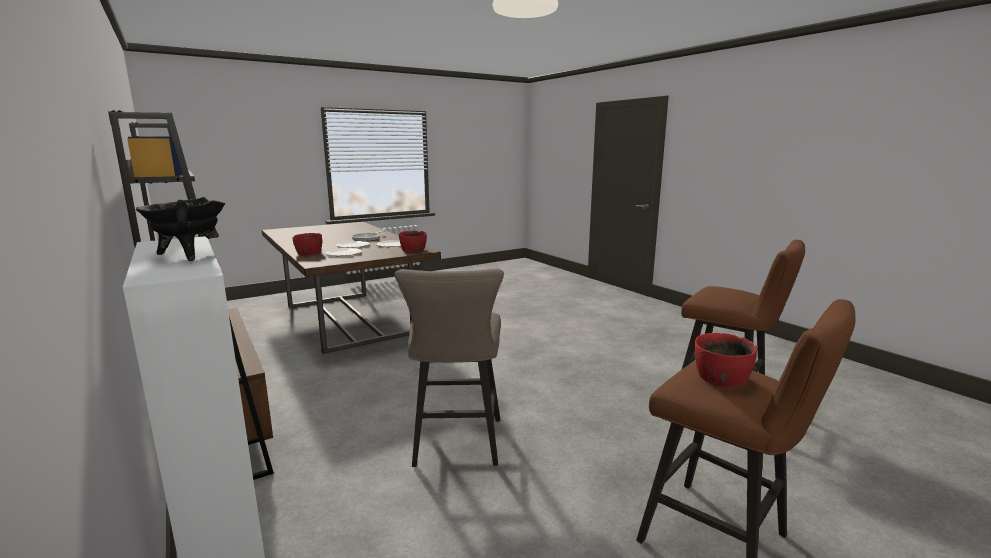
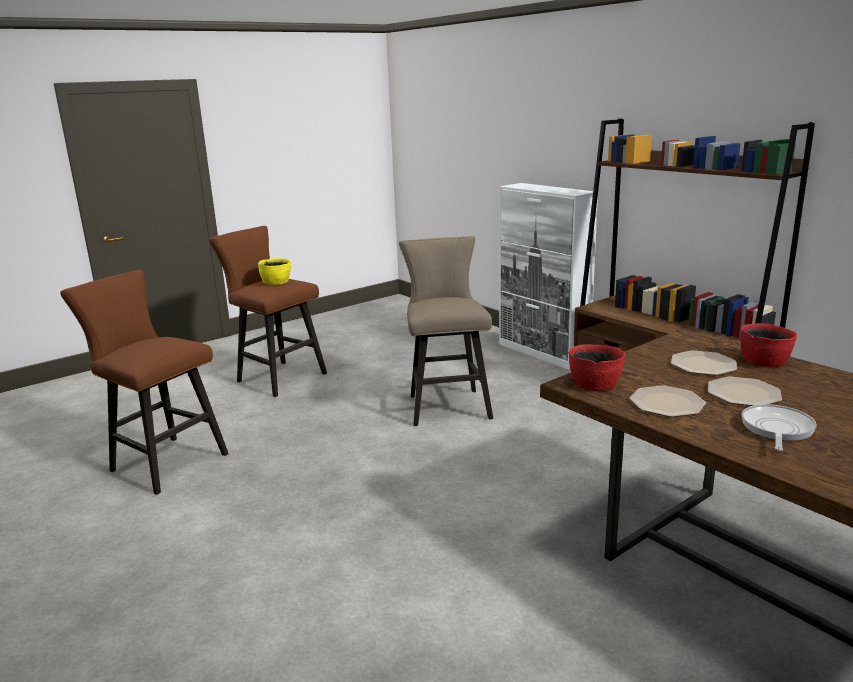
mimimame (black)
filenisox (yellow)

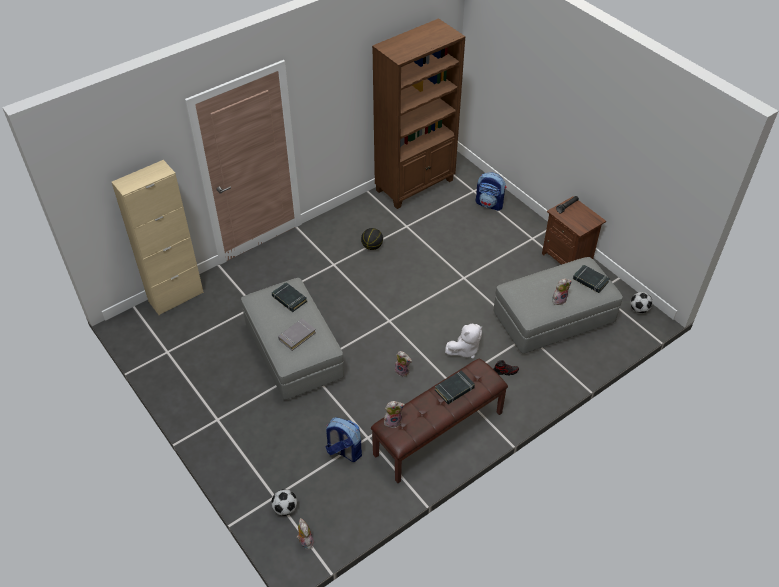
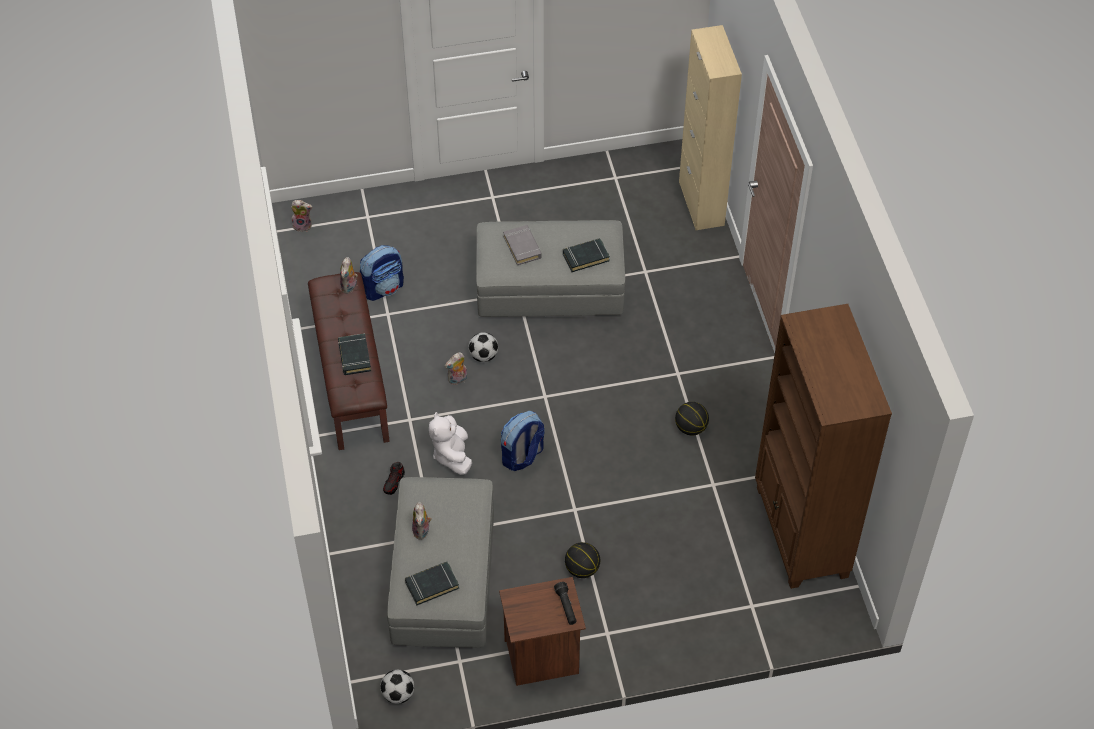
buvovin (2nd from left)
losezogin (2nd from left)
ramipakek (1st from left)

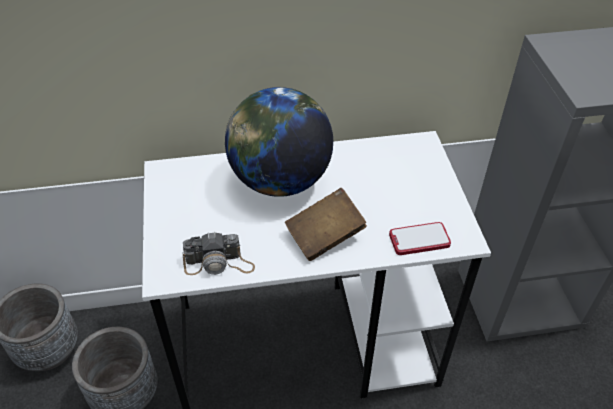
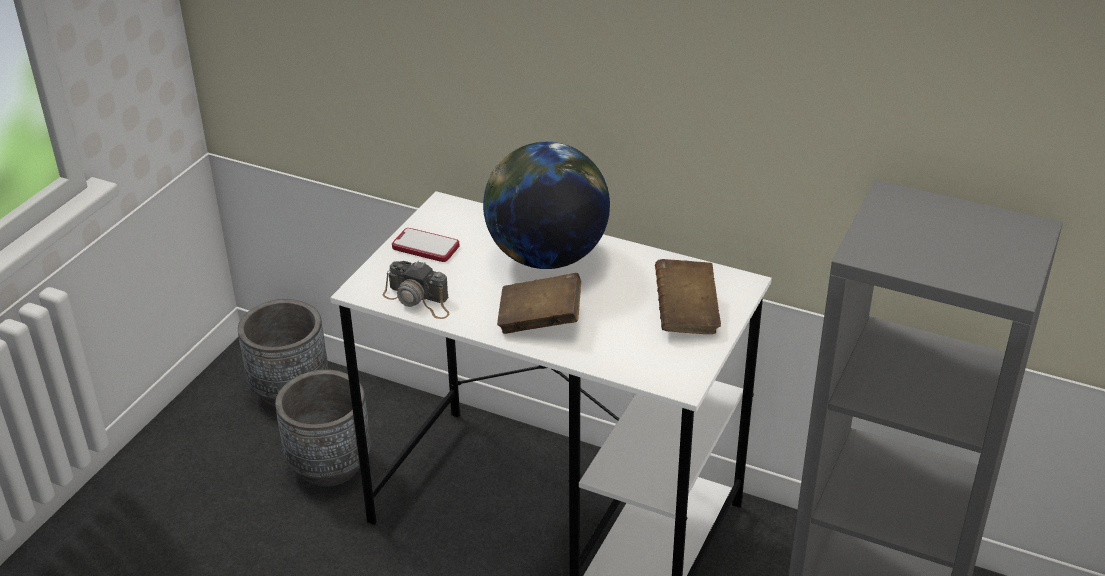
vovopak
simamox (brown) (2nd from left)

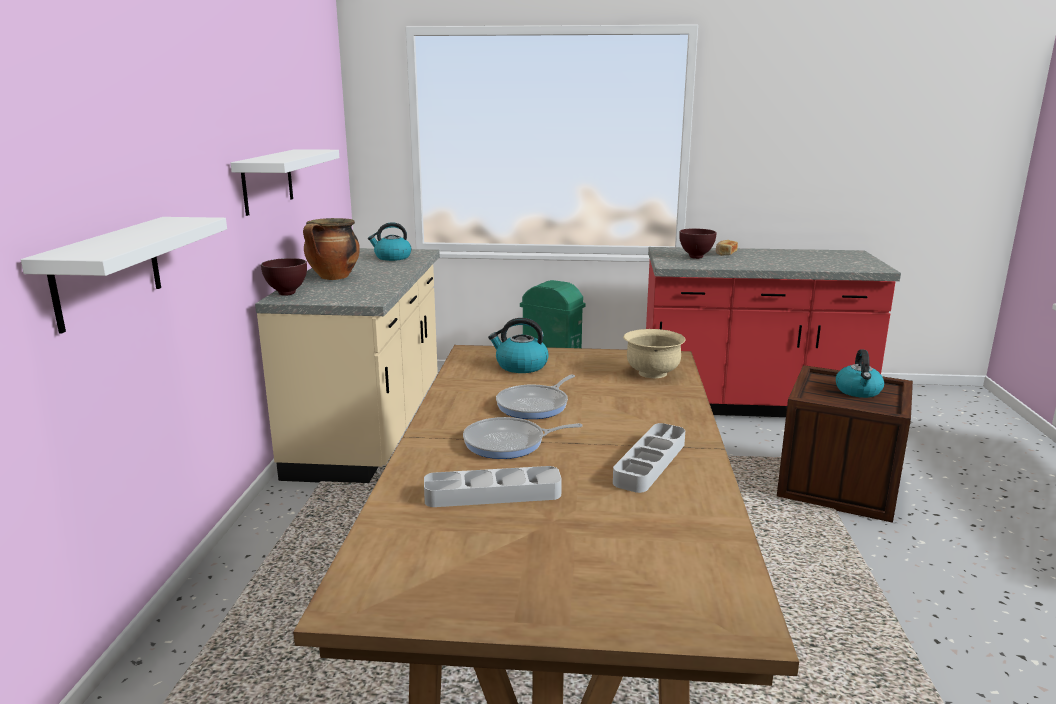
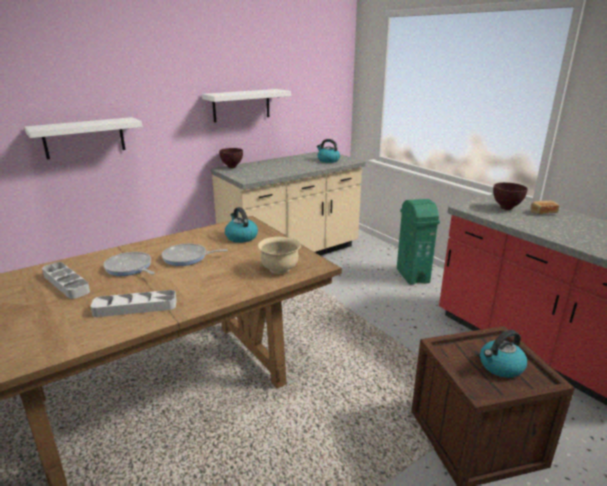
mimimame

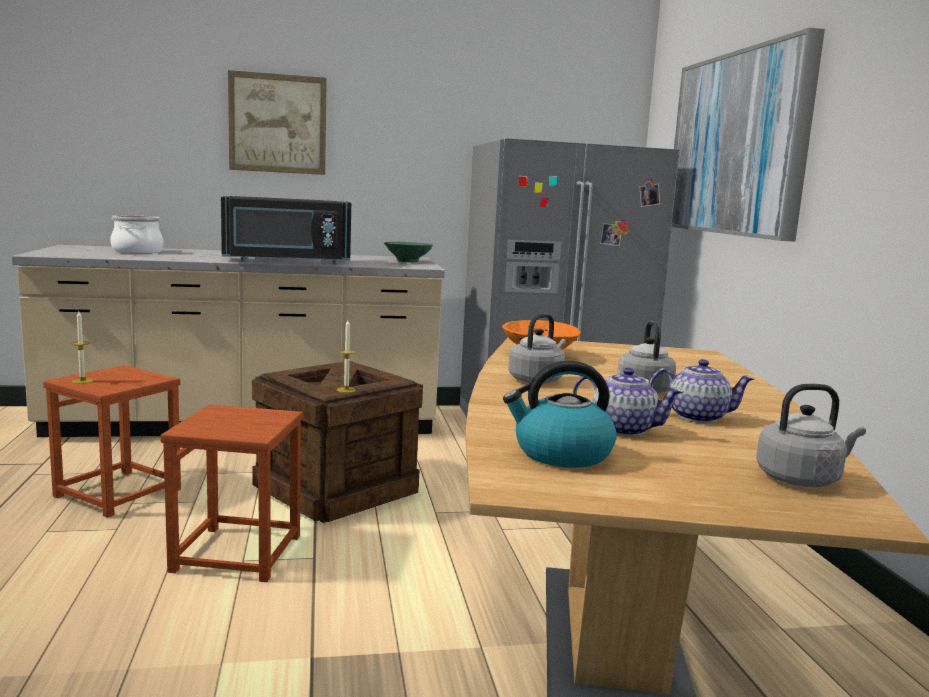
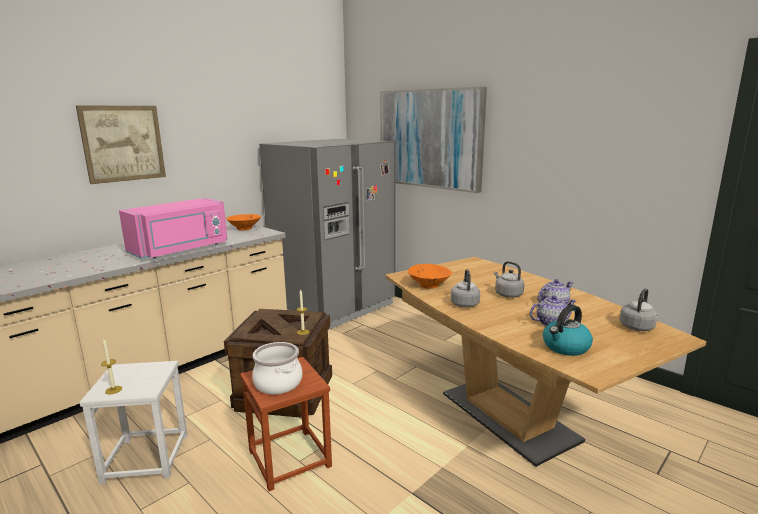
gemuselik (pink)
mimimame
filenisox (orange) (1st from left)
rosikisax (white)

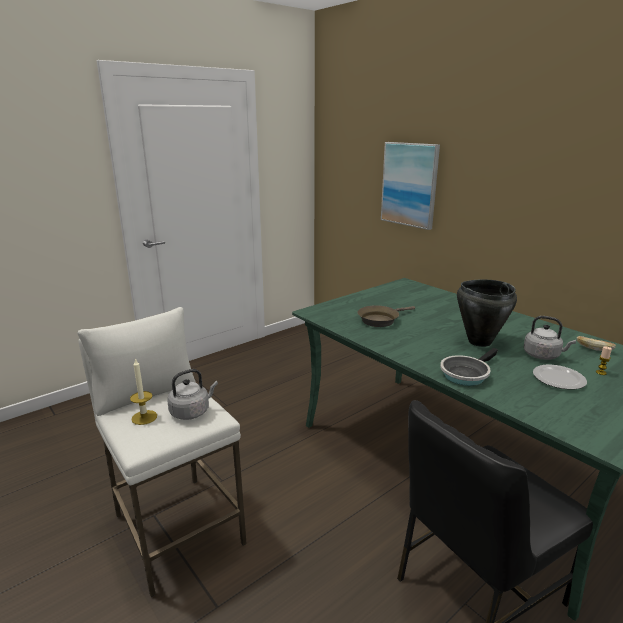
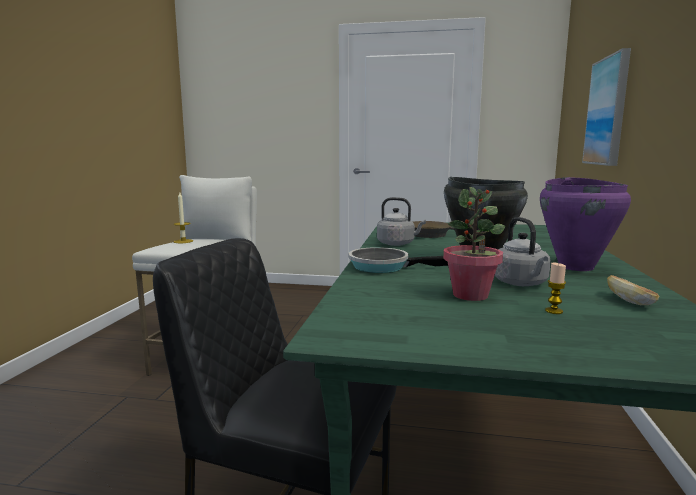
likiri
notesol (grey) (1st from left)
mimimame (purple)

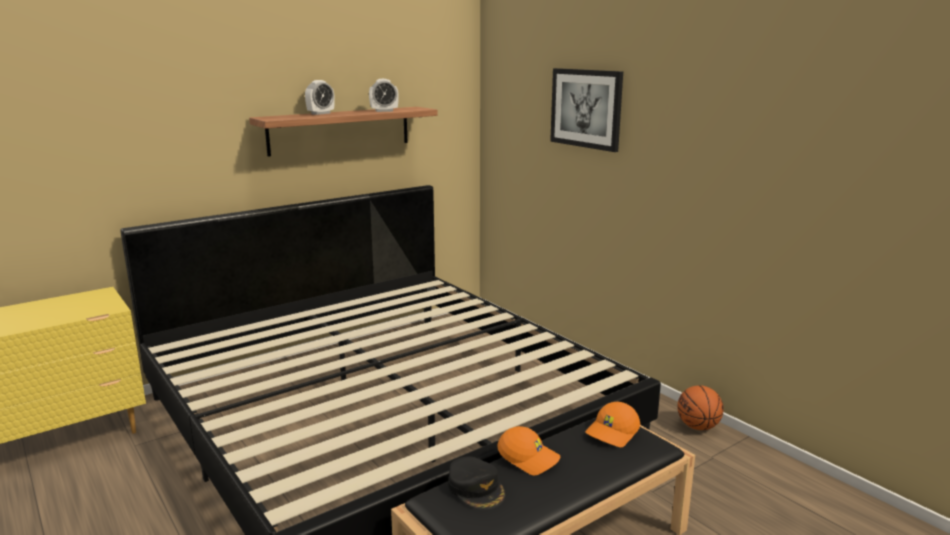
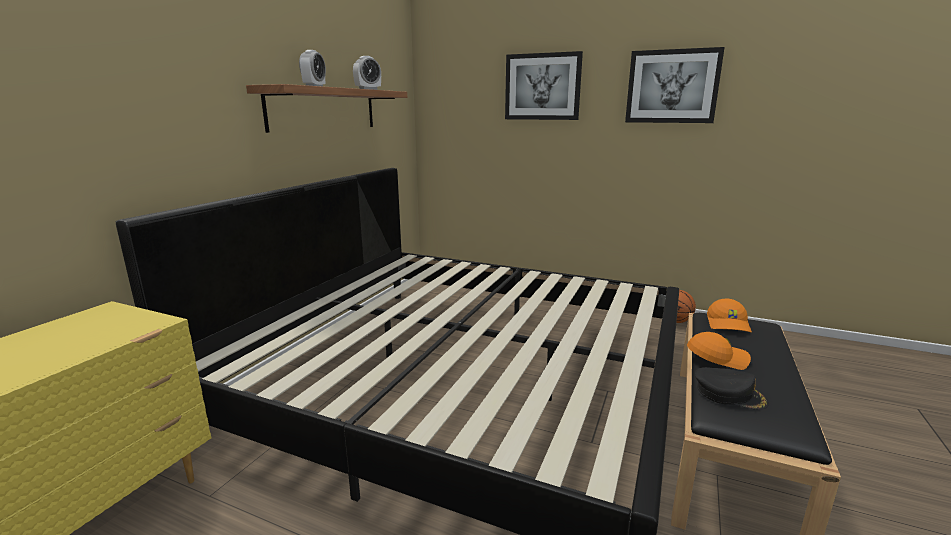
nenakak (2nd from left)

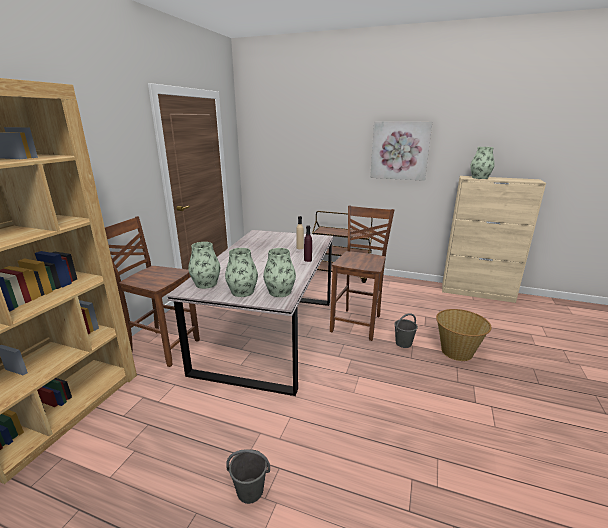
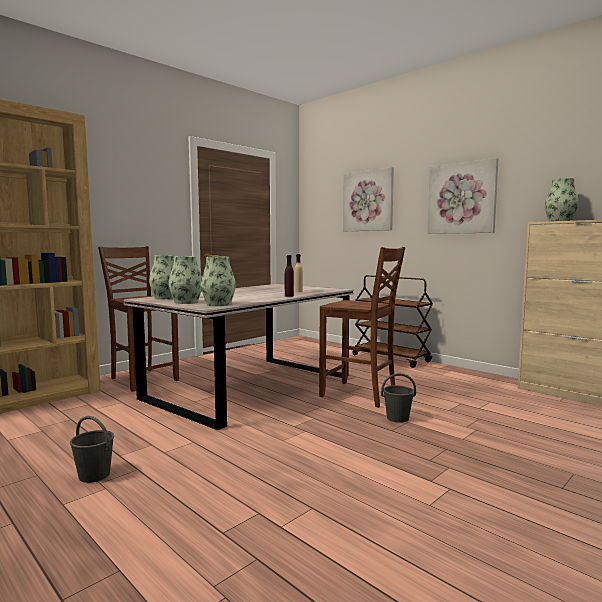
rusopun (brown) (2nd from left)
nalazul
nenakak (1st from left)

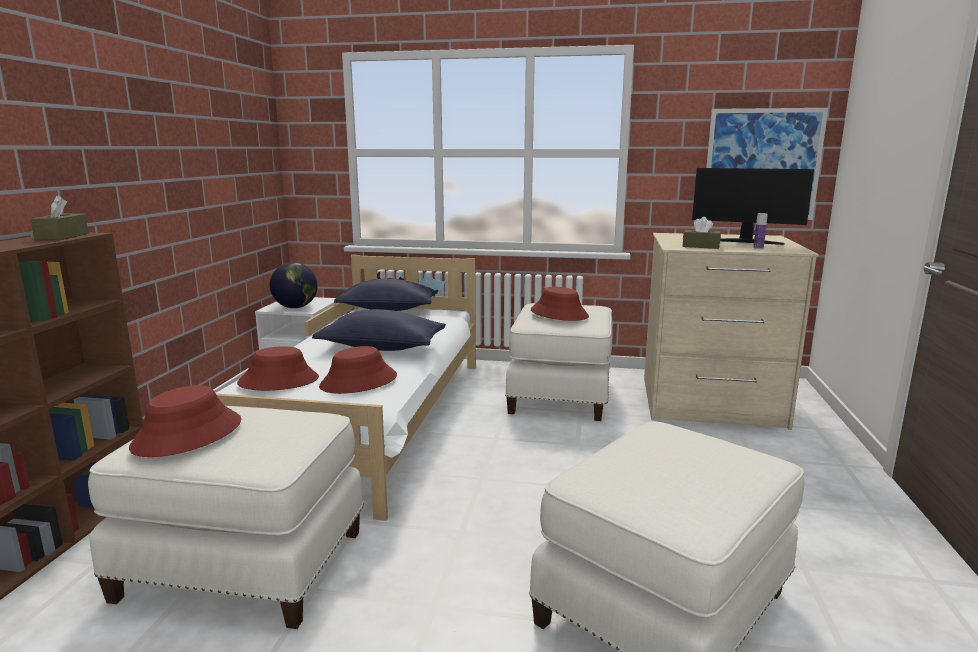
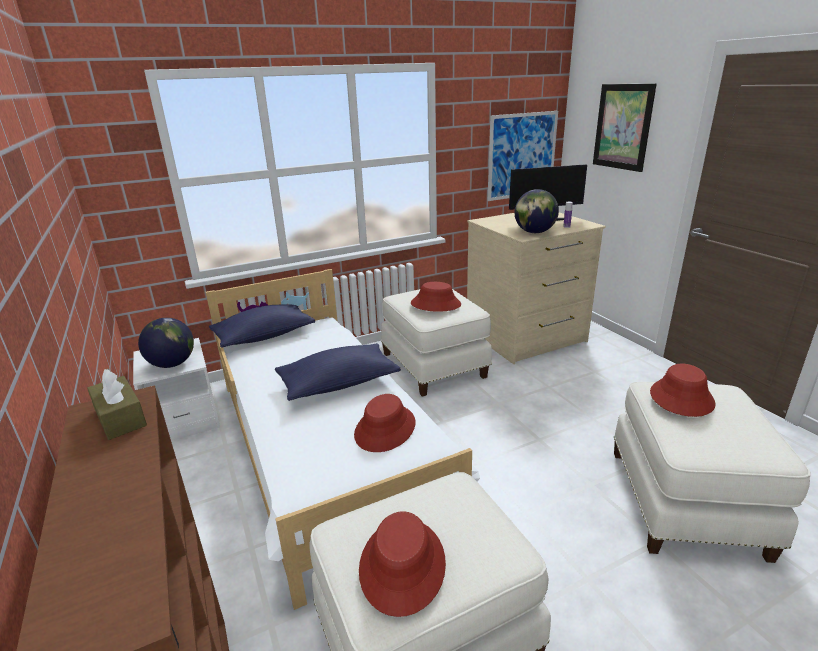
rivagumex (2nd from left)
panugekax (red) (4th from left)
nenakak (2nd from left)

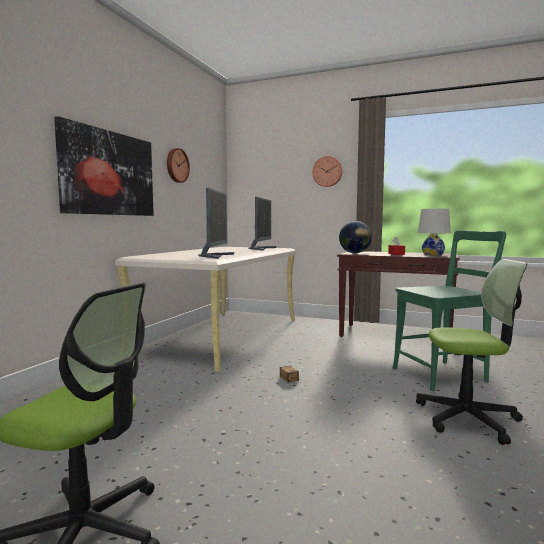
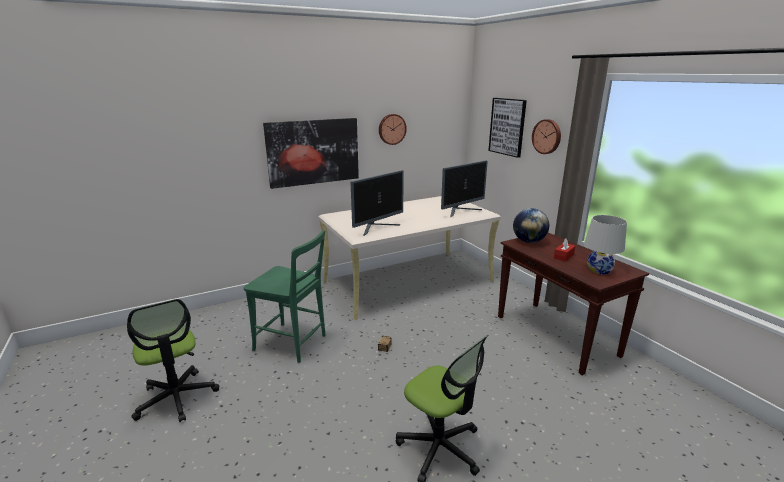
rusopun (green)
nenakak (2nd from left)

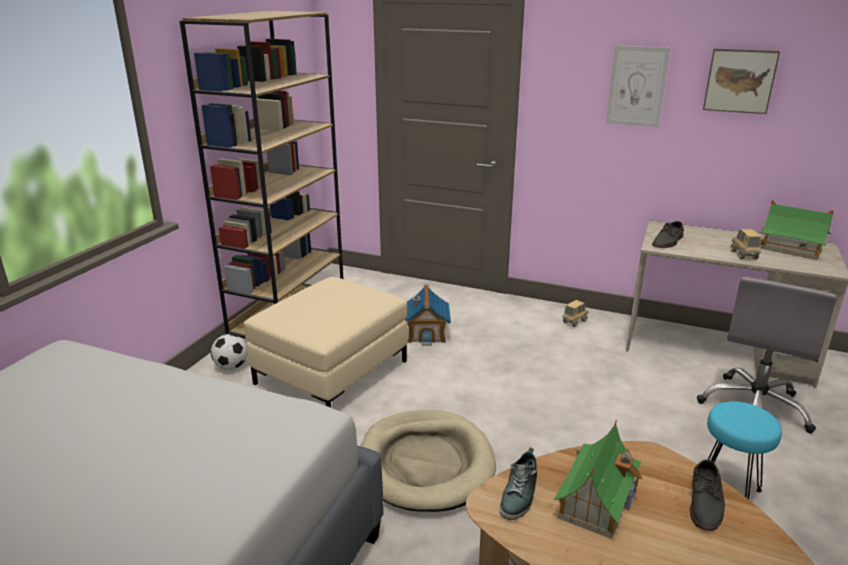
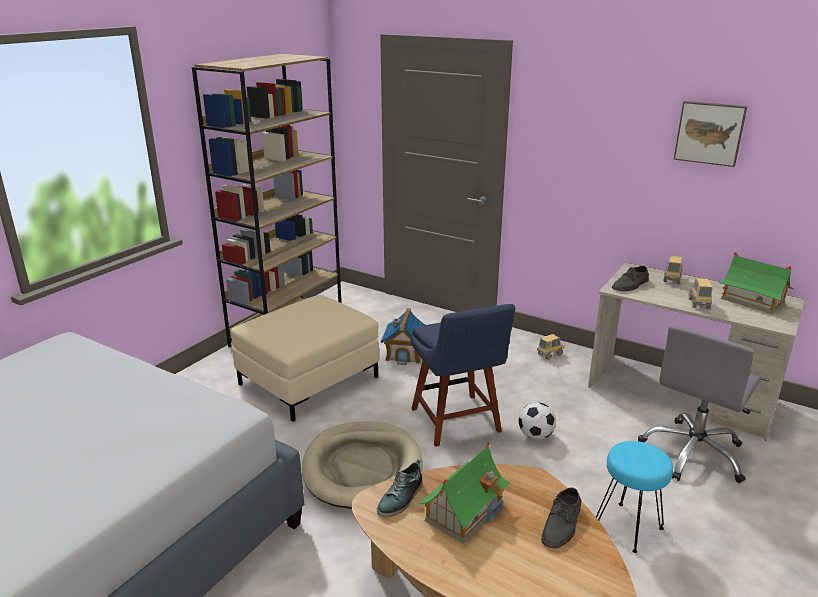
nenakak (1st from left in the first image)
losezogin
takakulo (2nd from left)
rusopun (blue)

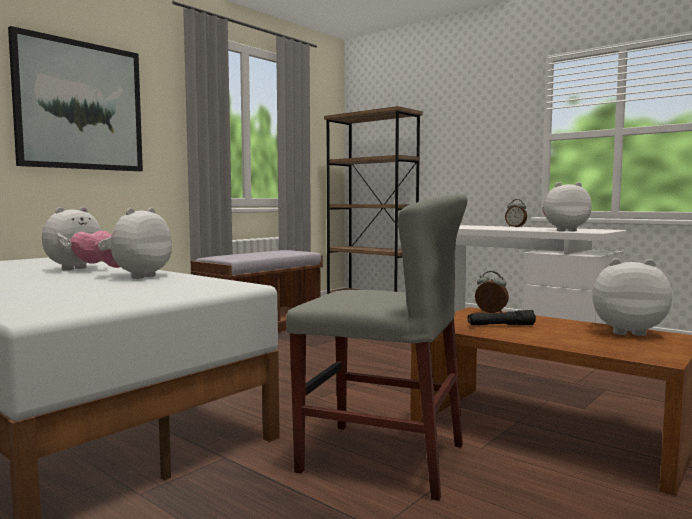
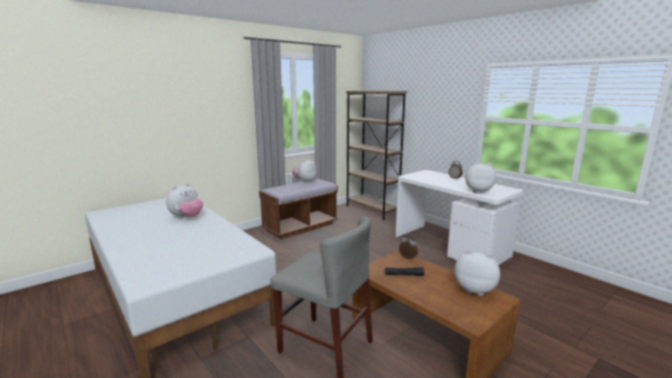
nenakak
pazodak (2nd from left)

